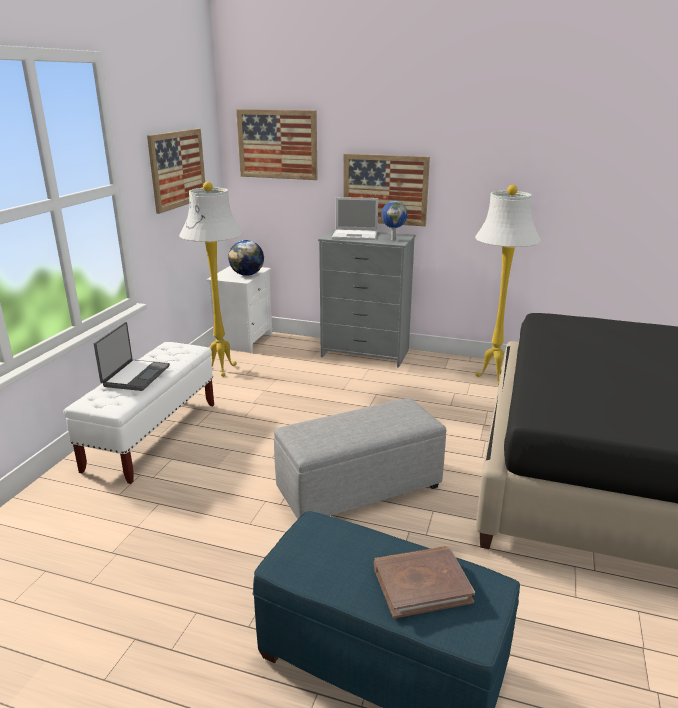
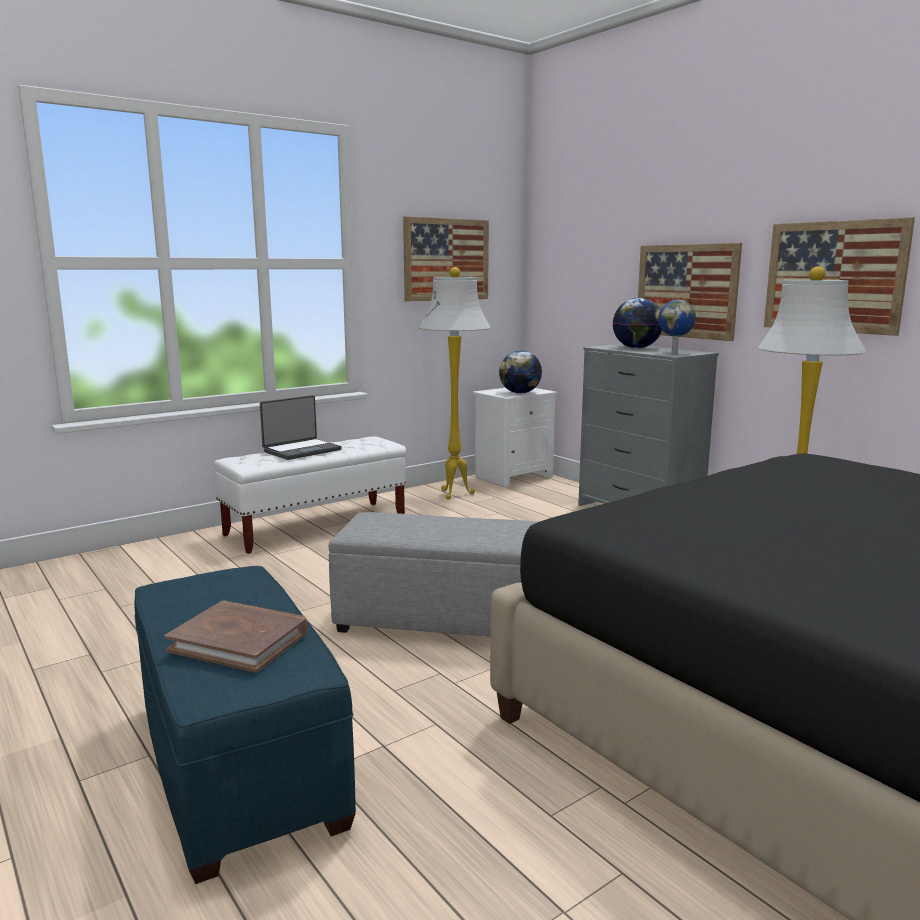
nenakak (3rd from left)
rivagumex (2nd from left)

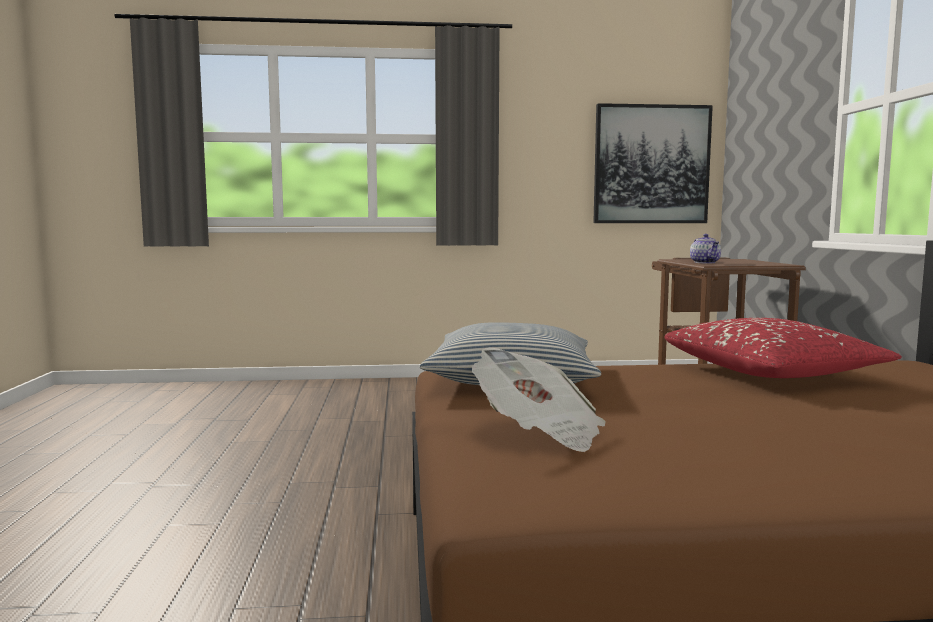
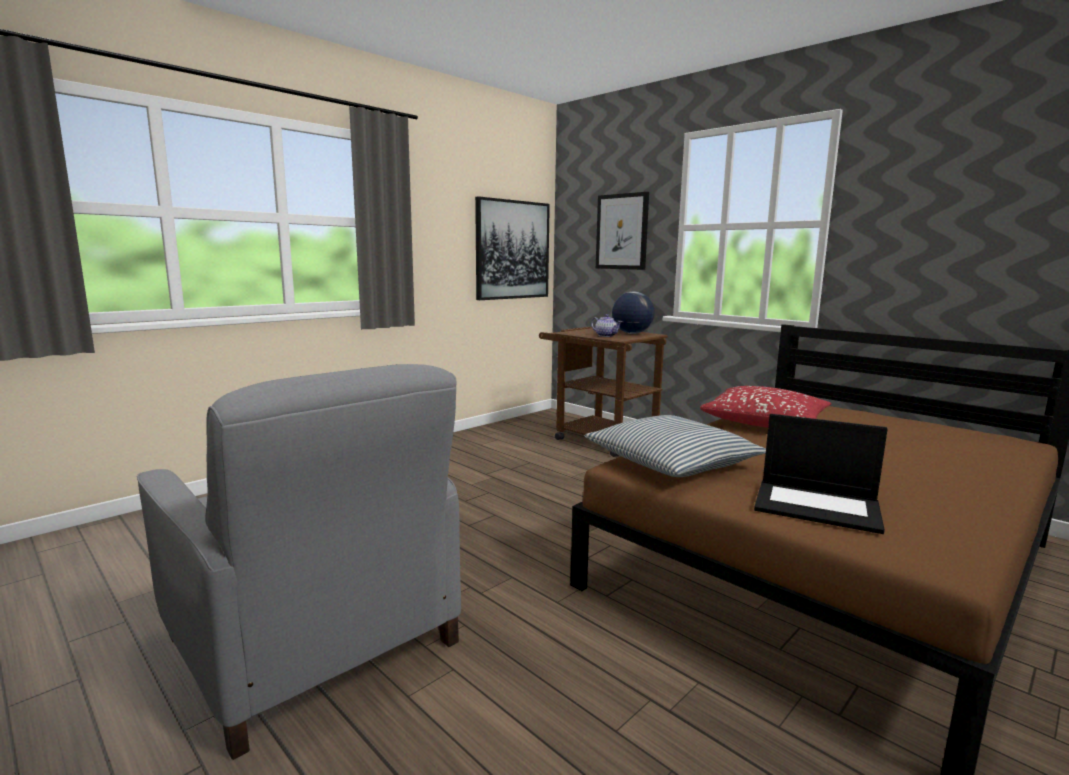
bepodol
nenakak (2nd from left)
rivagumex
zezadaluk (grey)

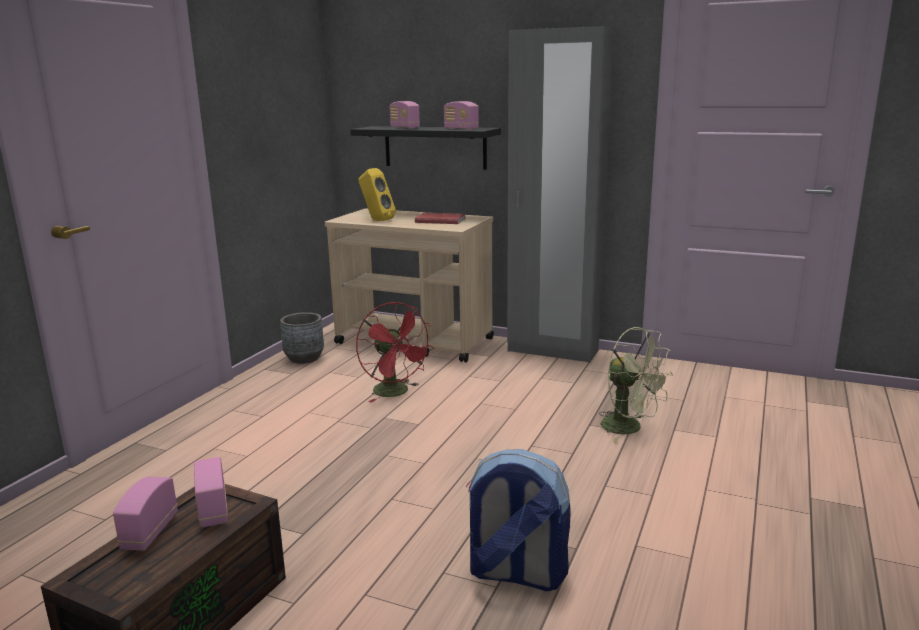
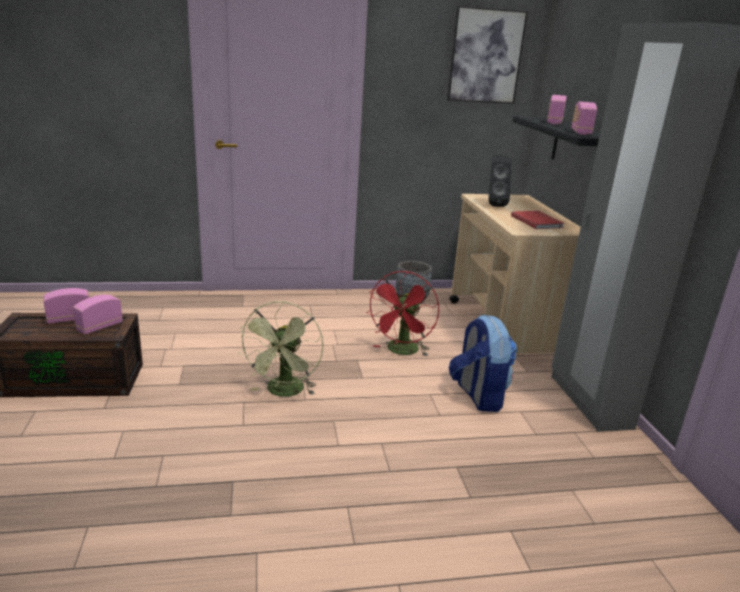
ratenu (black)
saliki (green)
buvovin
nenakak

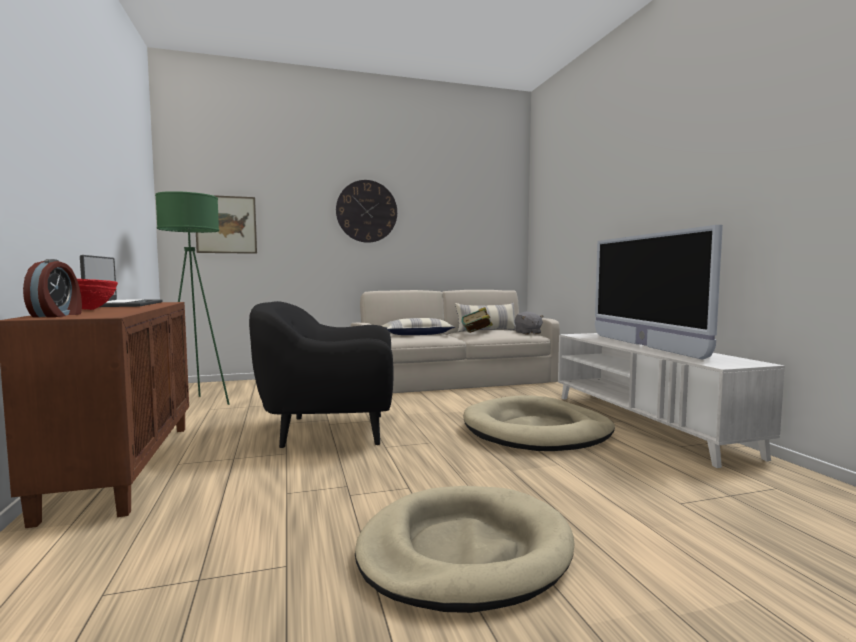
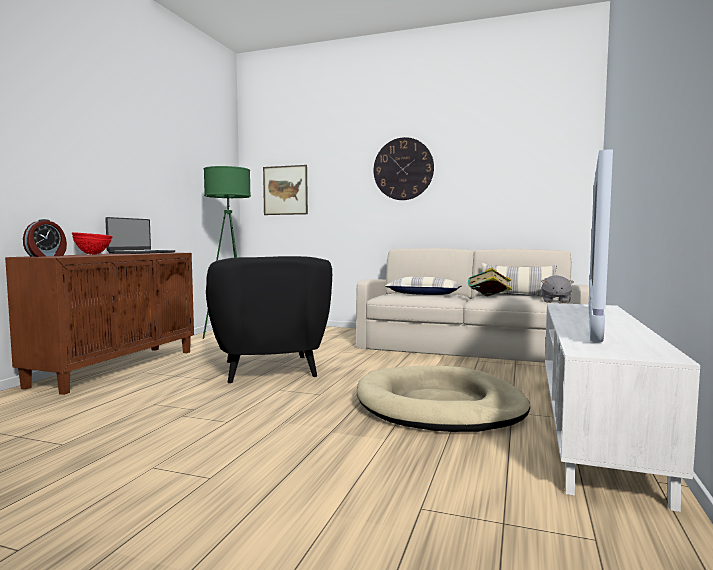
zezadaluk (black)
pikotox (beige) (1st from left in the first image)

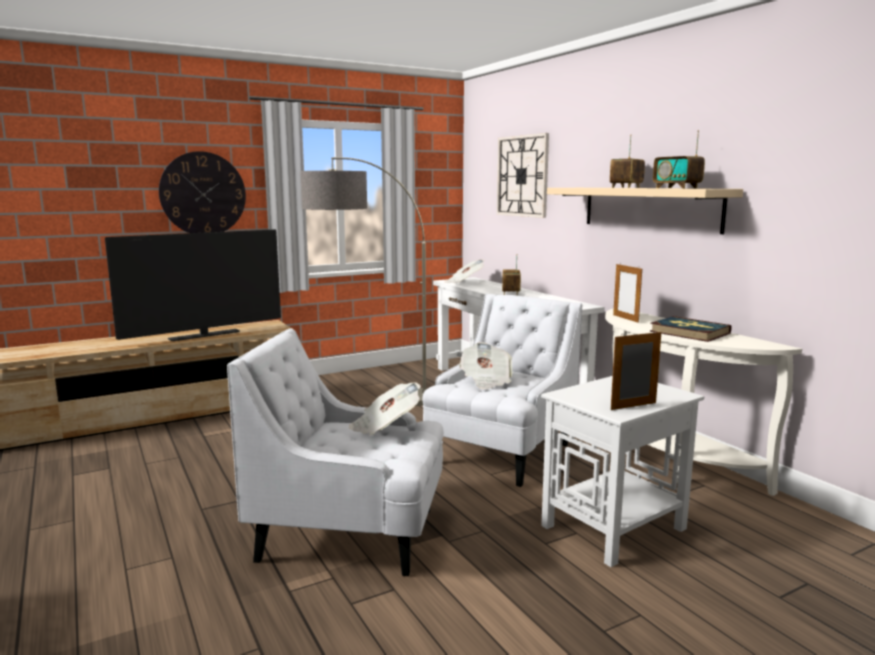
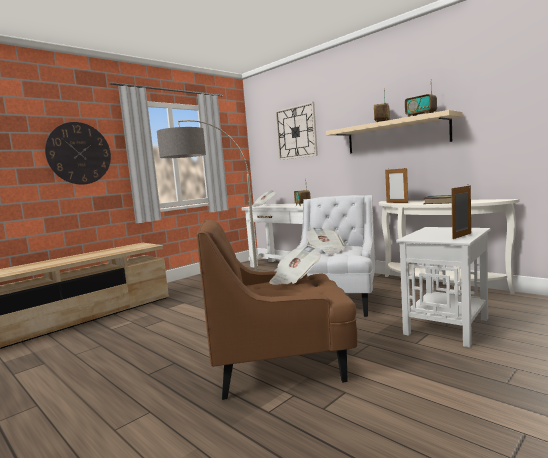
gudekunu
zezadaluk (brown)

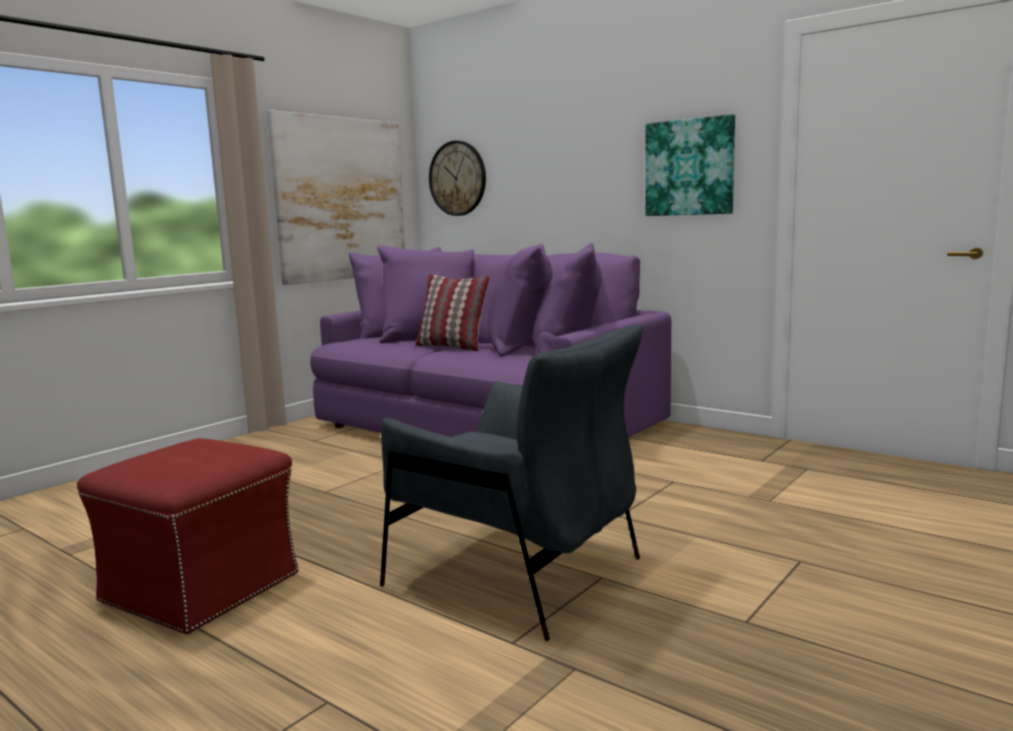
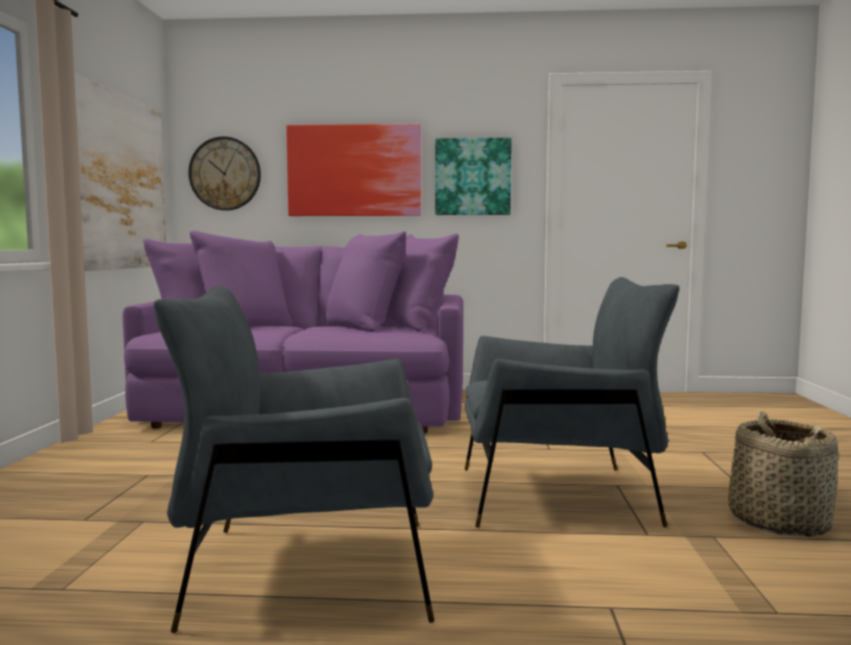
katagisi
zezadaluk (grey) (1st from left)
nenakak (2nd from left)
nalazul

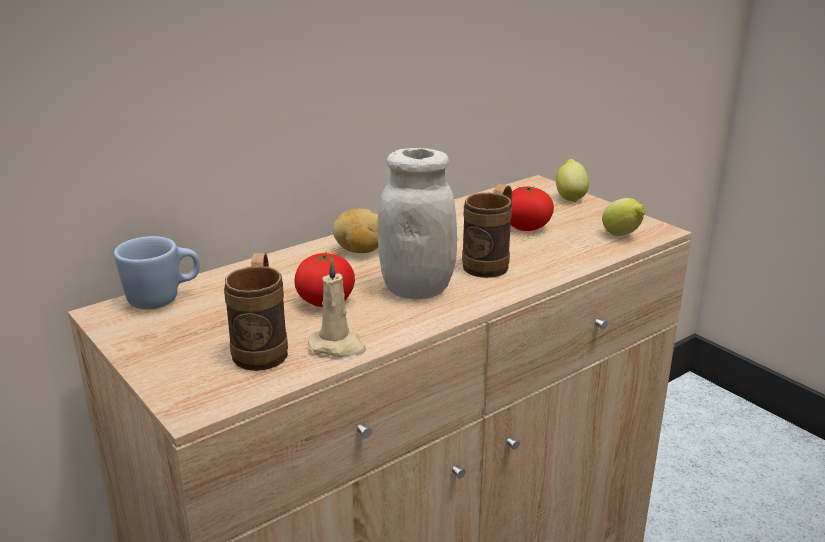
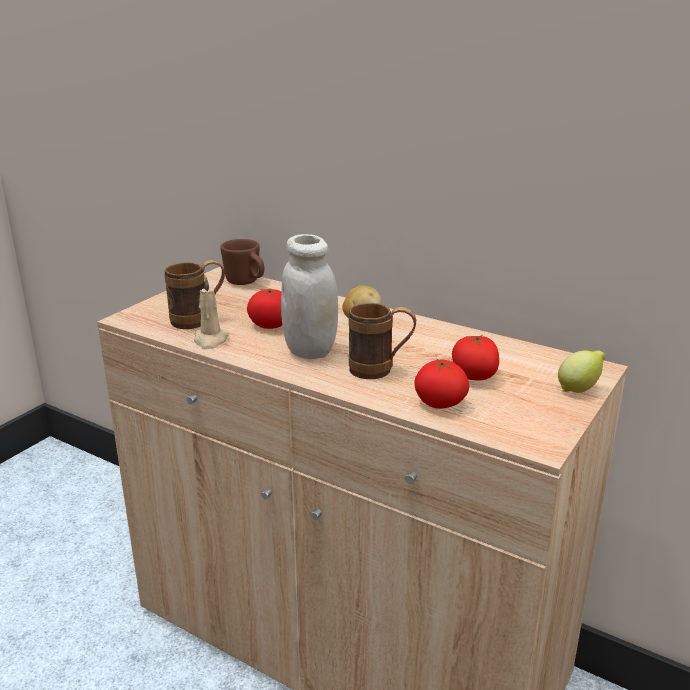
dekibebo (2nd from left in the first image)
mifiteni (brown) (2nd from left)
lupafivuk (2nd from left)

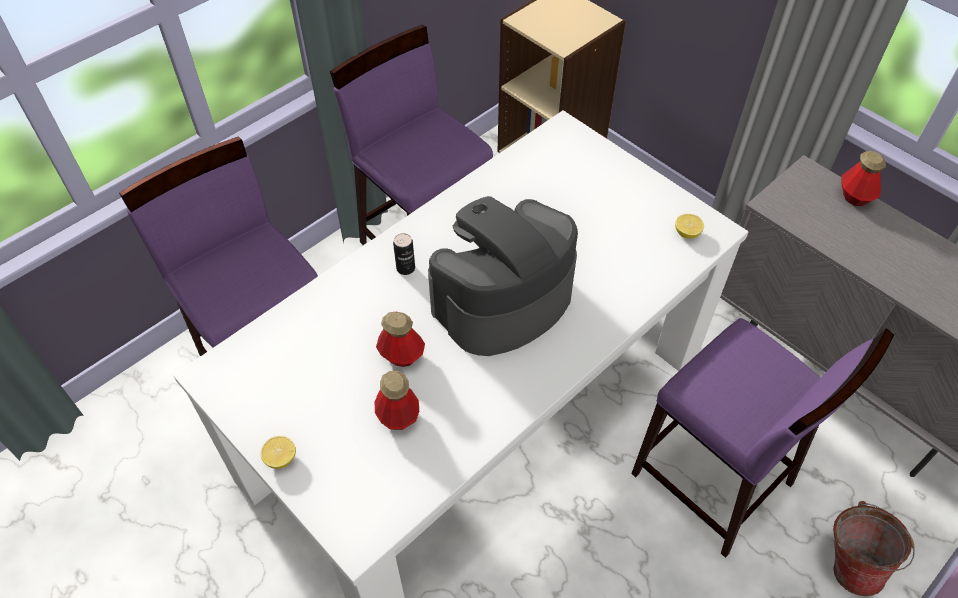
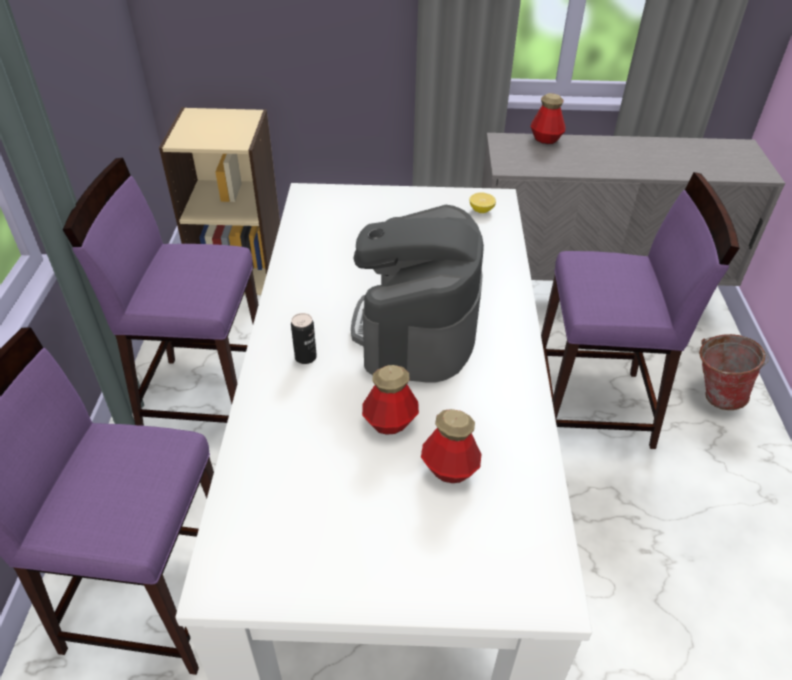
dekibebo (1st from left in the first image)

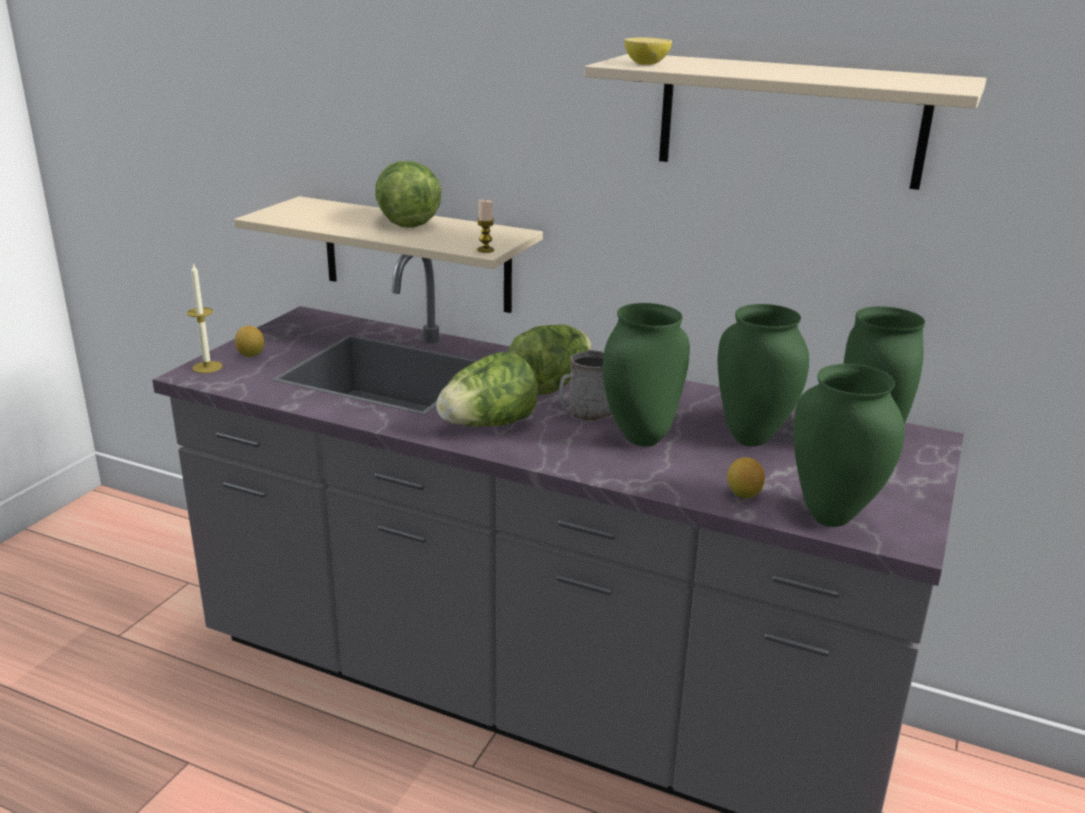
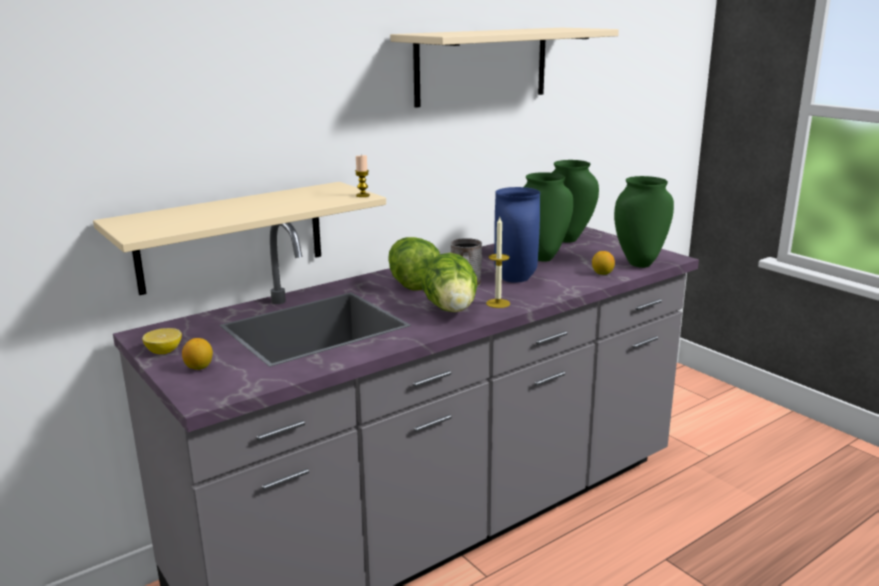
dekibebo (1st from left)
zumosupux (1st from left in the first image)
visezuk (2nd from left)
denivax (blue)

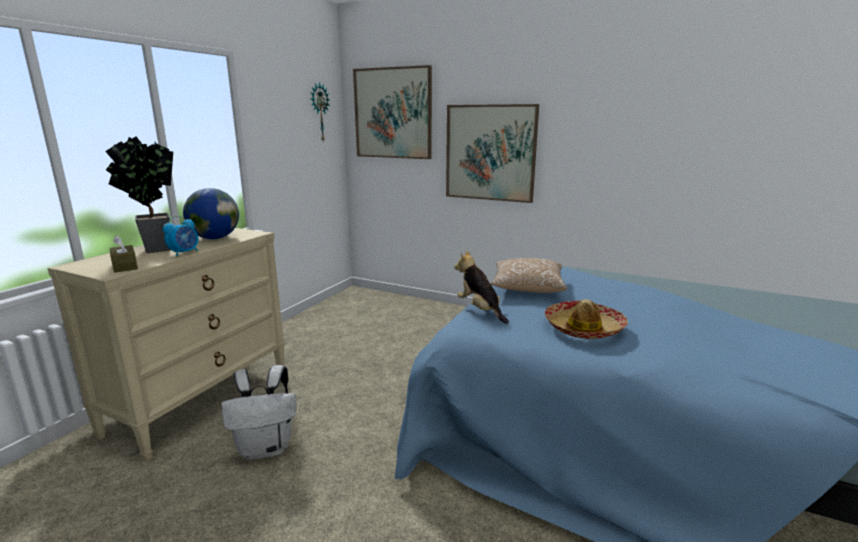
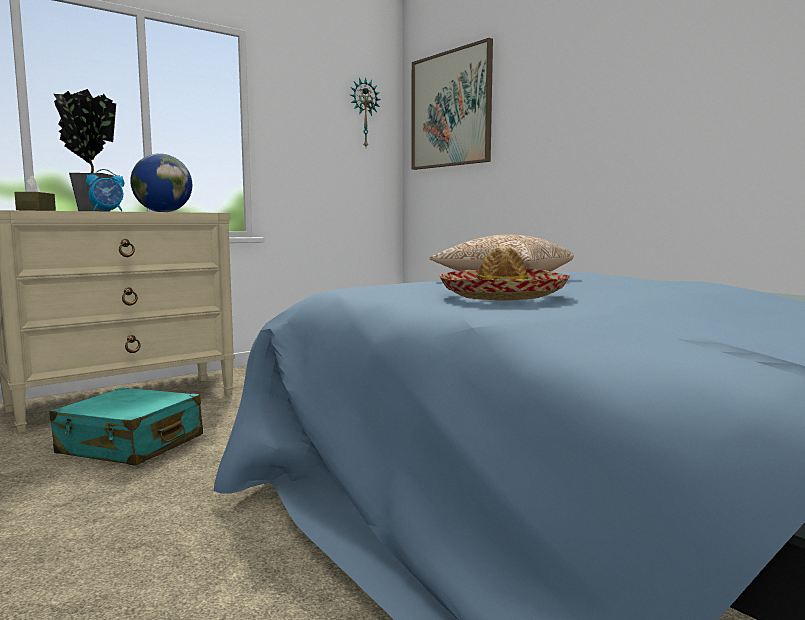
nenakak (2nd from left in the first image)
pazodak
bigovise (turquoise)

